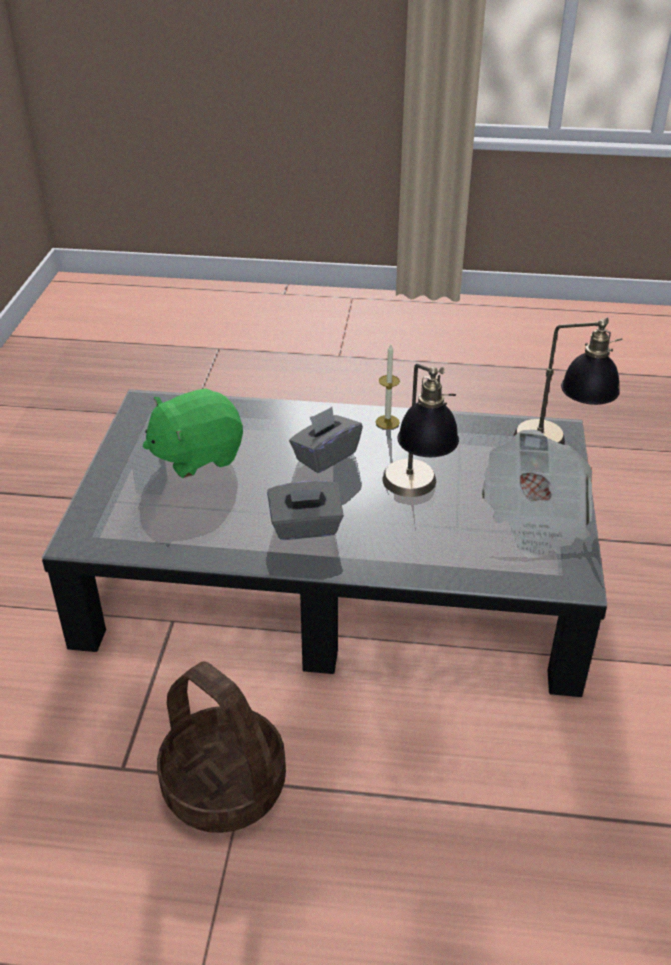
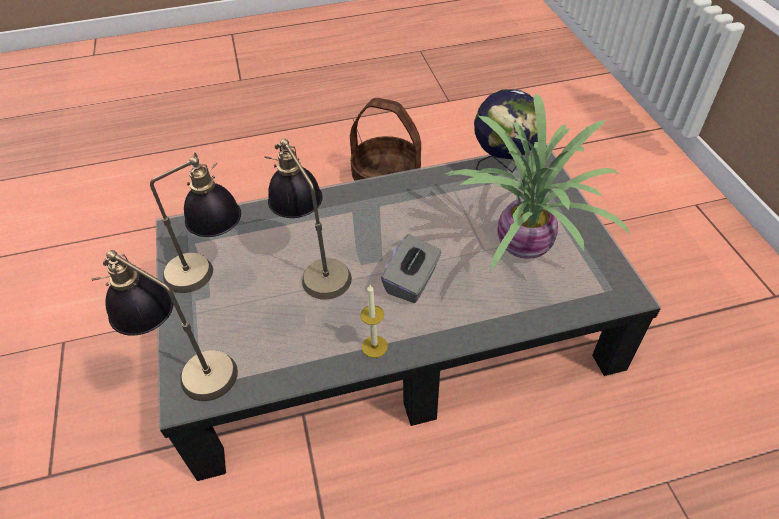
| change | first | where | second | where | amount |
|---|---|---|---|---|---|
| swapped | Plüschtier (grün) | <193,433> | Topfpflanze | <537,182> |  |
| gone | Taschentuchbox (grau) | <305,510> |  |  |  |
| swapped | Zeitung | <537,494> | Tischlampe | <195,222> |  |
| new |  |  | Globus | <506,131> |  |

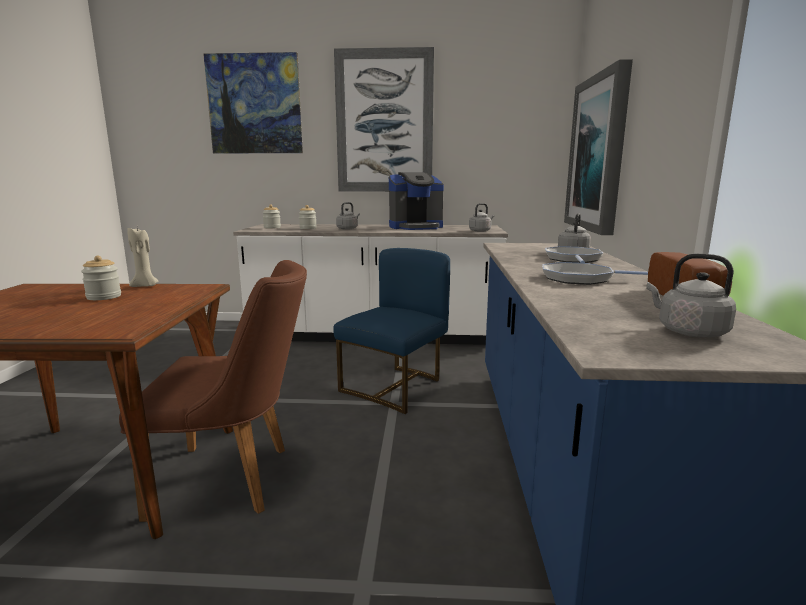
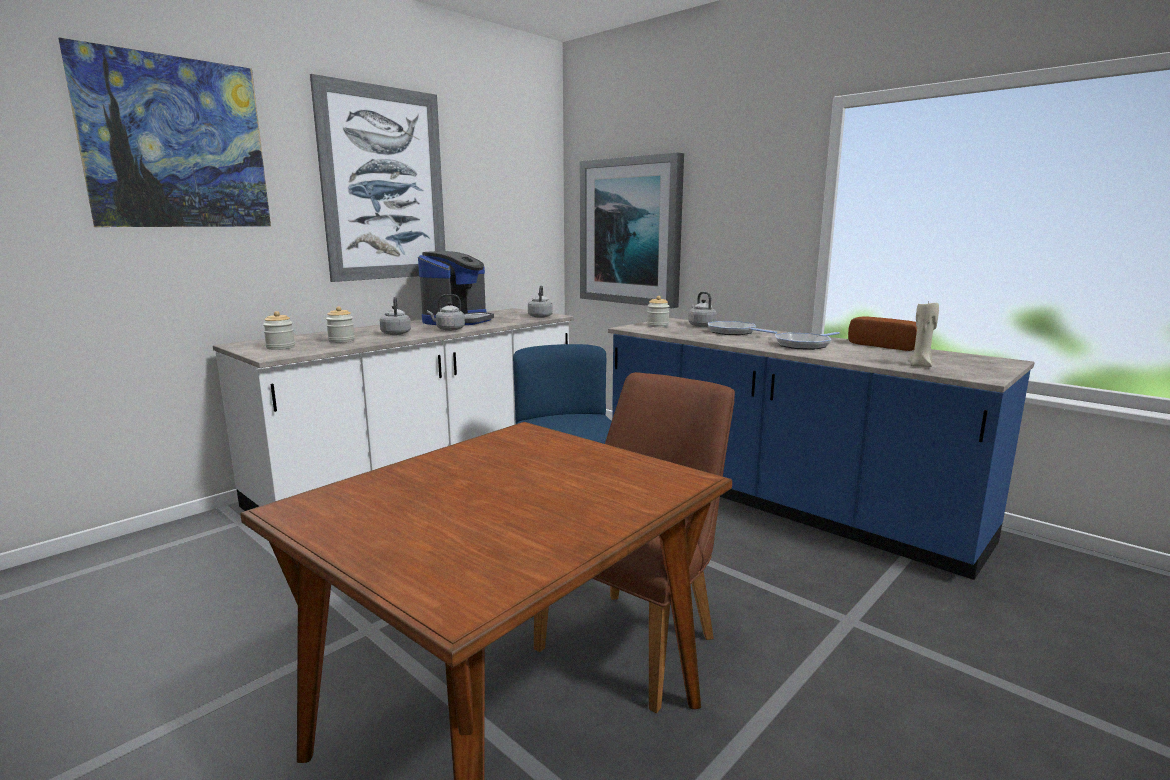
| change | first | where | second | where | amount |
|---|---|---|---|---|---|
| shifted | Vorratsglas | <101,278> |  | <658,311> |  |
| shifted | Kerze (beige) | <142,257> |  | <923,334> |  |
| shifted | Wasserkessel (grau) | <691,295> |  | <446,312> |  |

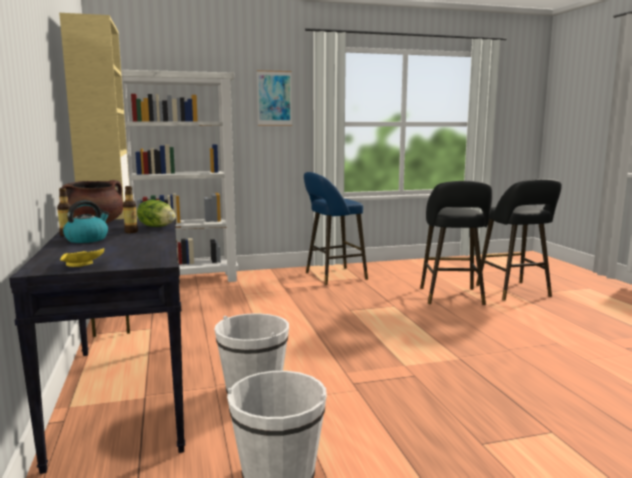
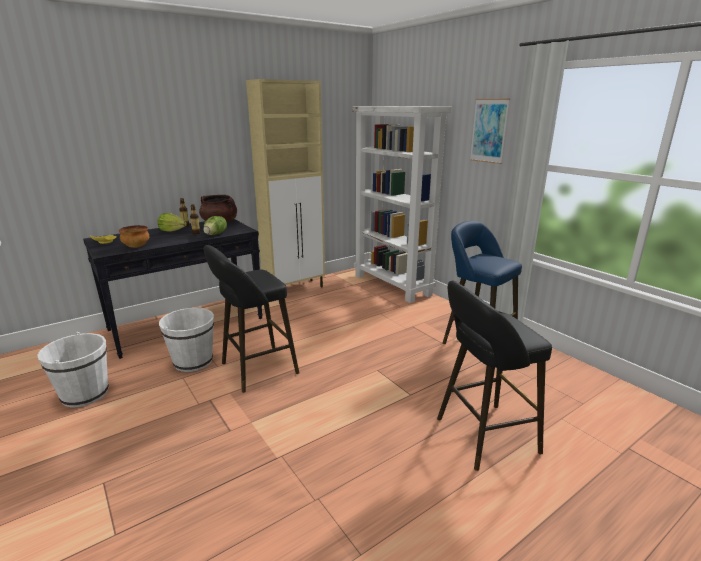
| change | first | where | second | where | amount |
|---|---|---|---|---|---|
| swapped | Wasserkessel | <86,221> | Salatkopf | <172,222> |  |
| shifted | Hocker (schwarz) | <519,240> |  | <251,319> |  |
| new |  |  | Schüssel | <134,236> |  |

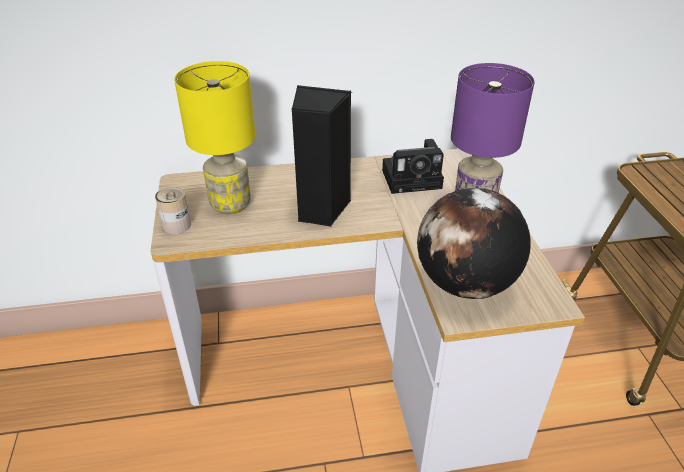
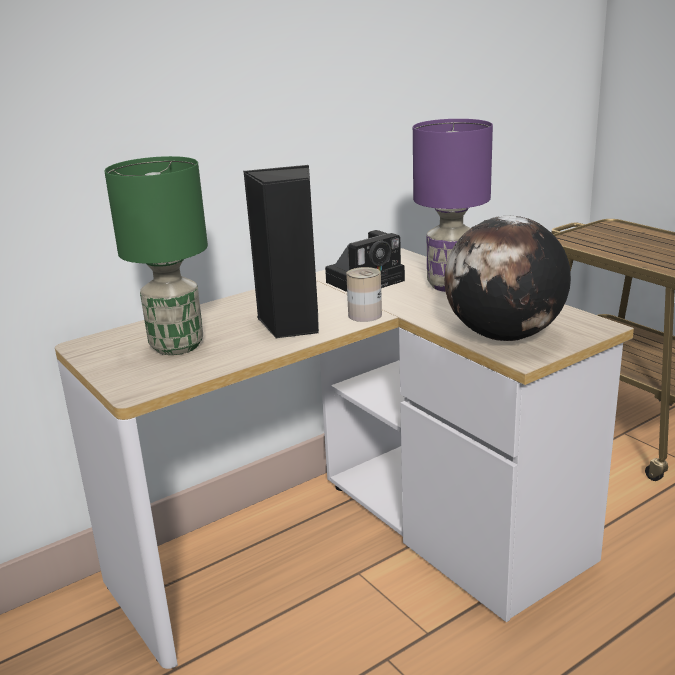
| change | first | where | second | where | amount |
|---|---|---|---|---|---|
| shifted | Dose | <173,210> |  | <364,294> |  |
| repainted | Tischlampe (gelb) | <215,137> | Tischlampe (grün) | <156,255> |  |

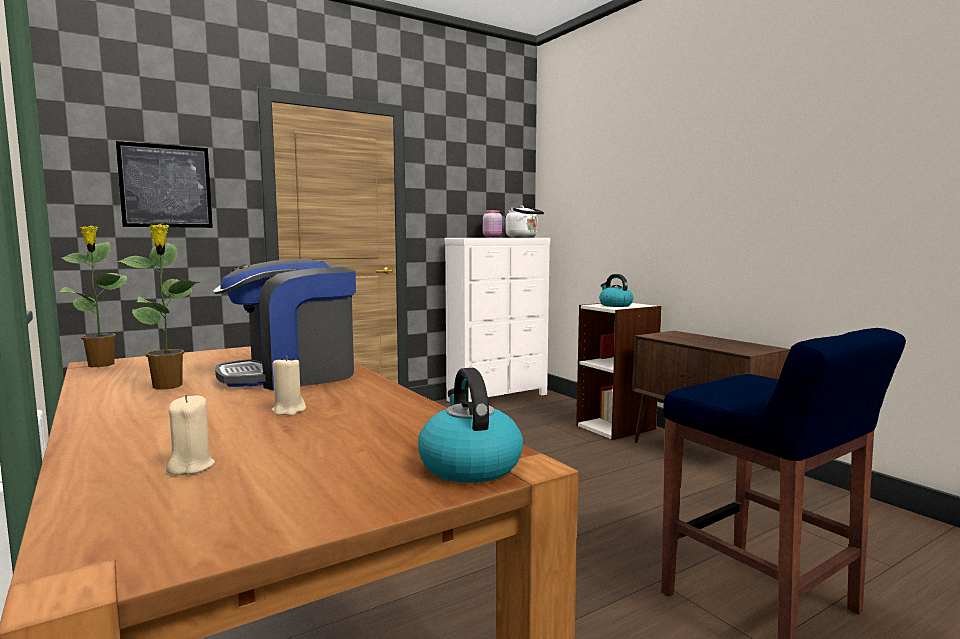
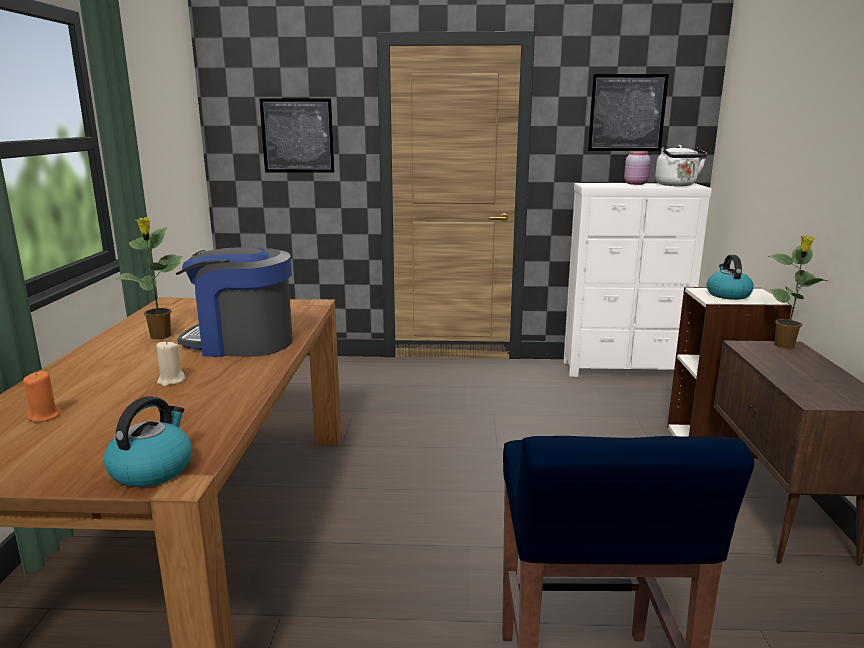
| change | first | where | second | where | amount |
|---|---|---|---|---|---|
| shifted | Topfpflanze | <92,296> |  | <798,292> |  |
| repainted | Kerze (beige) | <190,435> | Kerze (orange) | <42,396> |  |
| new |  |  | Bild | <628,112> |  |

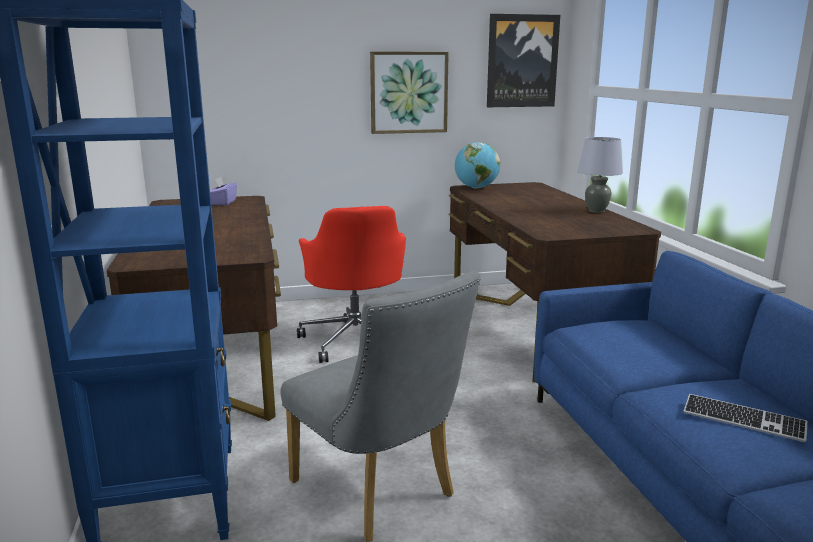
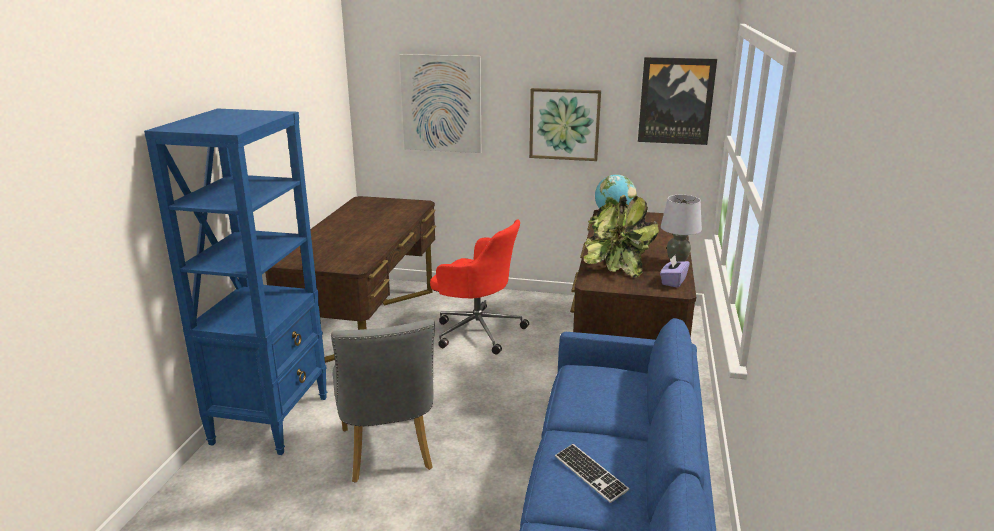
| change | first | where | second | where | amount |
|---|---|---|---|---|---|
| shifted | Taschentuchbox (lila) | <223,191> |  | <675,271> |  |
| rotated | Bürostuhl (rot) | <351,284> |  | <479,286> | 75 degrees counterclockwise |
| new |  |  | Bild | <440,103> |  |
| new |  |  | Topfpflanze | <621,236> |  |

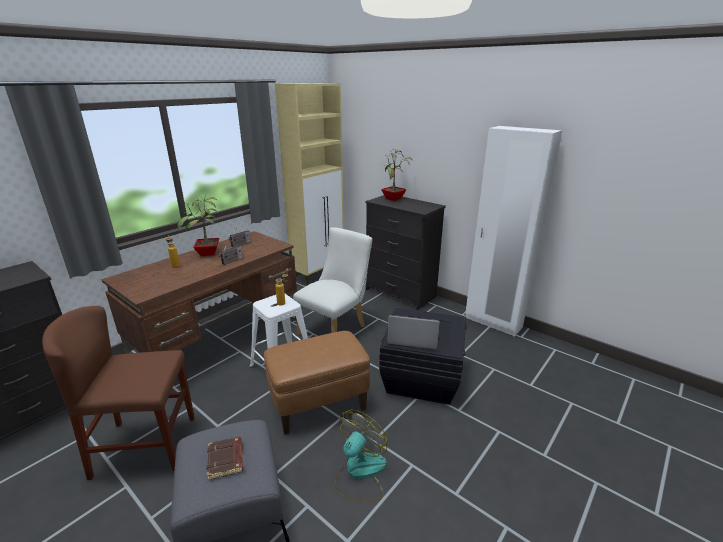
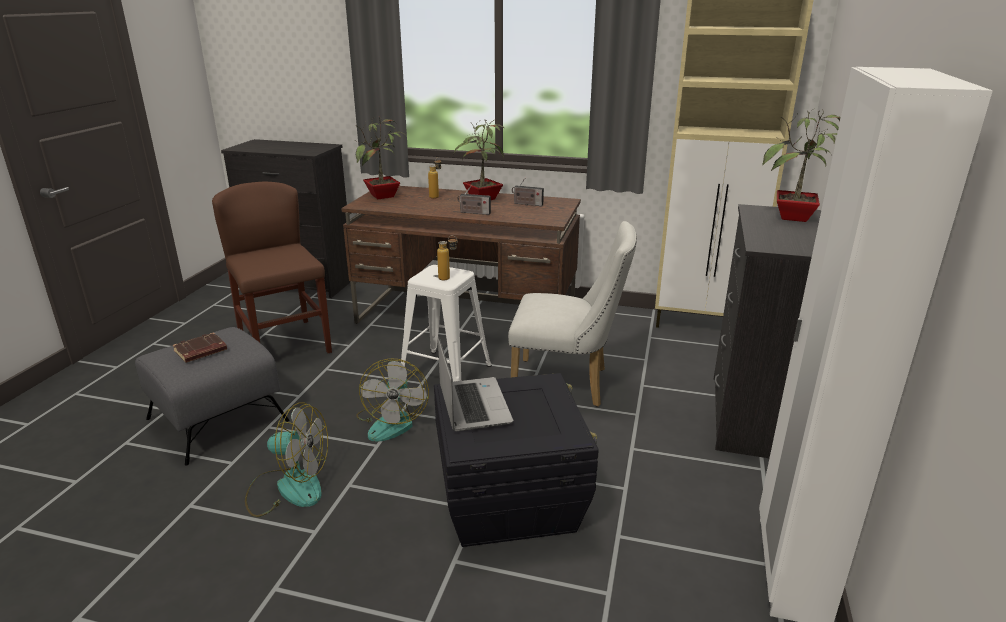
| change | first | where | second | where | amount |
|---|---|---|---|---|---|
| swapped | Polsterhocker (braun) | <317,383> | Ventilator | <392,400> |  |
| new |  |  | Topfpflanze | <380,158> |  |

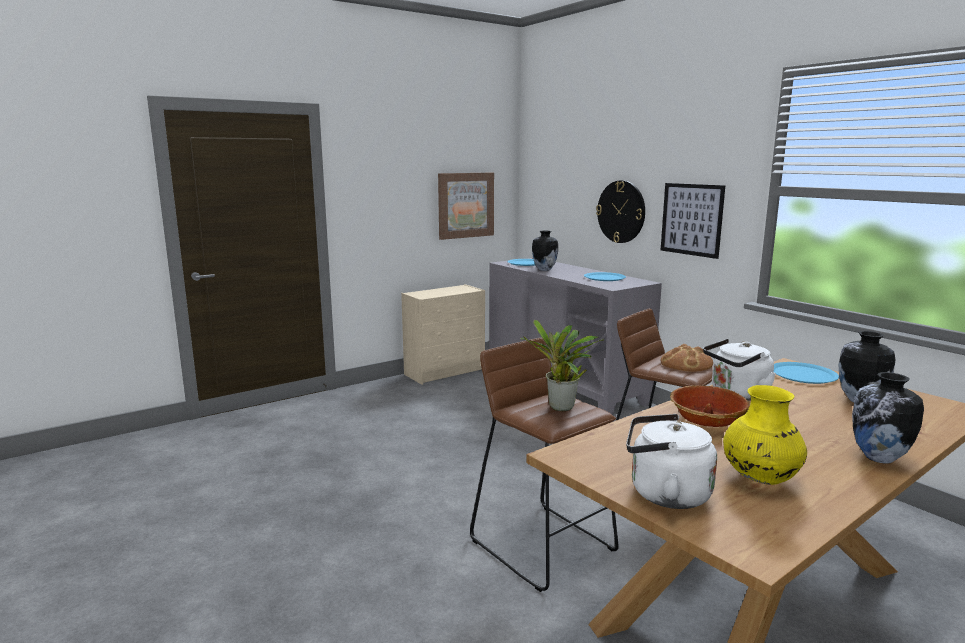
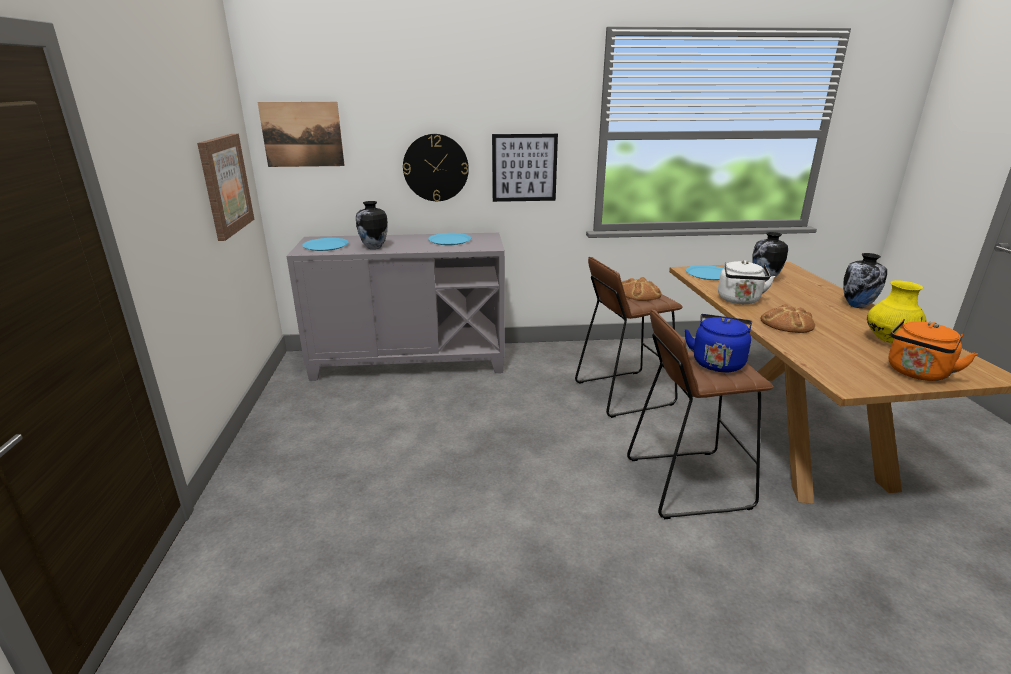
| change | first | where | second | where | amount |
|---|---|---|---|---|---|
| gone | Kommode (beige) | <443,334> |  |  |  |
| swapped | Topfpflanze | <562,365> | Wasserkessel (blau) | <718,343> |  |
| repainted | Wasserkessel (weiß) | <671,461> | Wasserkessel (orange) | <933,350> |  |
| swapped | Schüssel | <710,406> | Brot | <788,318> |  |
| new |  |  | Bild | <301,134> |  |

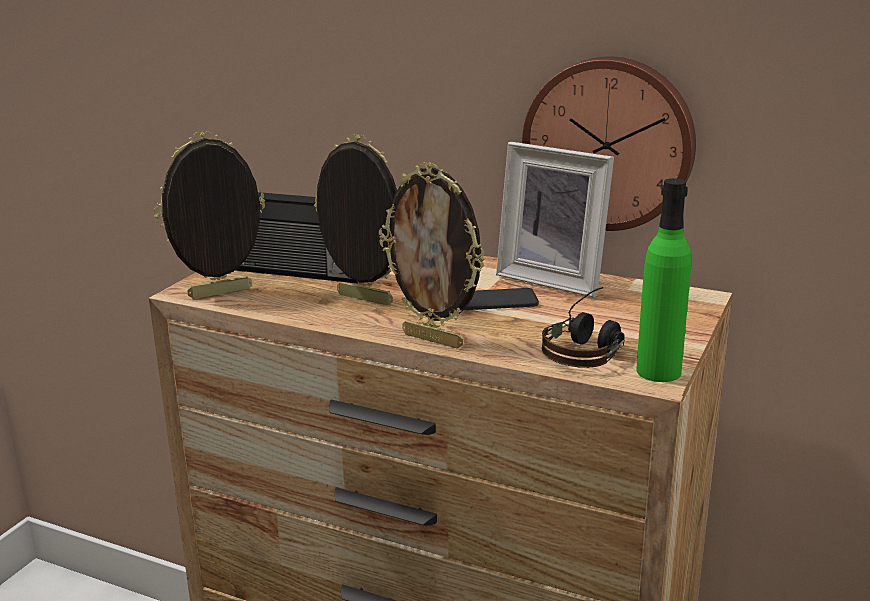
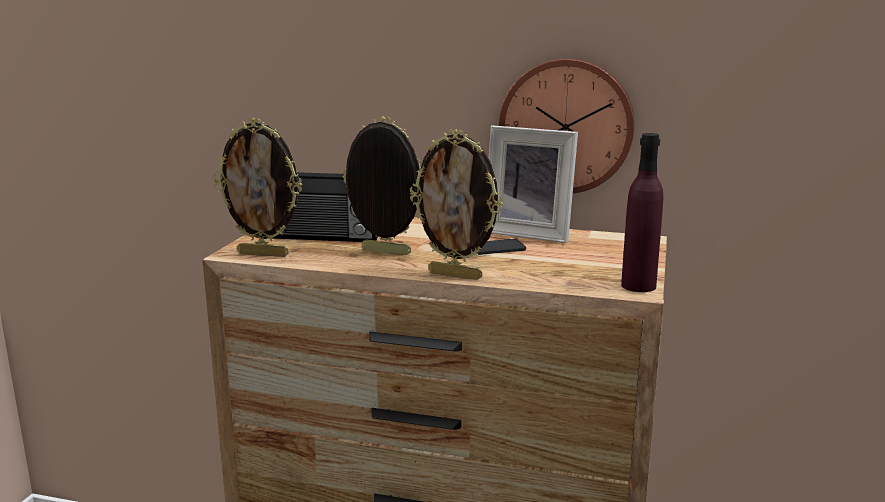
| change | first | where | second | where | amount |
|---|---|---|---|---|---|
| rotated | Bilderrahmen | <209,215> |  | <258,187> | 135 degrees counterclockwise |
| gone | Kopfhörer | <583,327> |  |  |  |
| repainted | Flasche (grün) | <663,280> | Flasche (lila) | <642,212> |  |

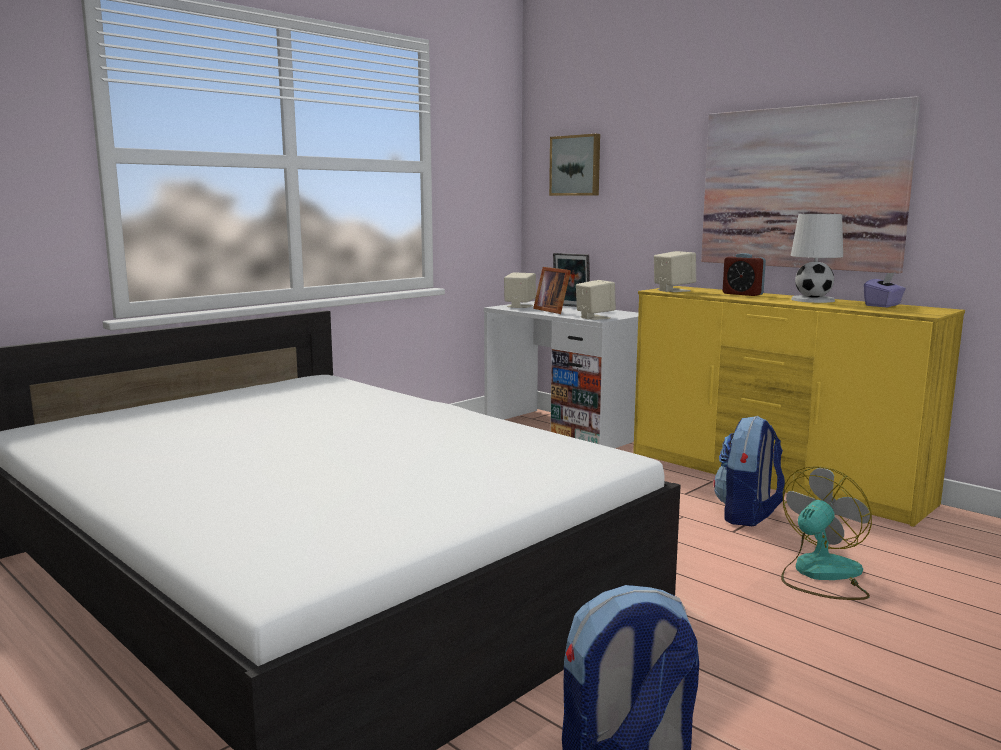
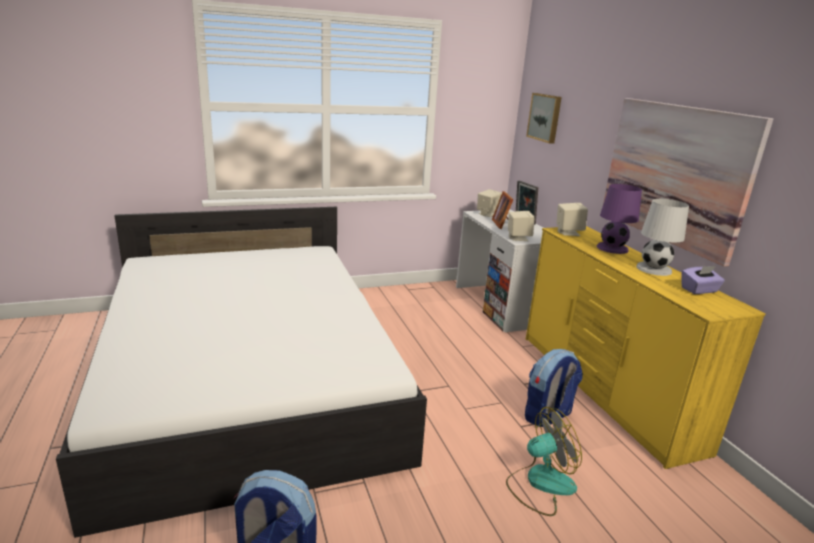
| change | first | where | second | where | amount |
|---|---|---|---|---|---|
| swapped | Wecker | <744,274> | Tischlampe (lila) | <619,219> |  |

